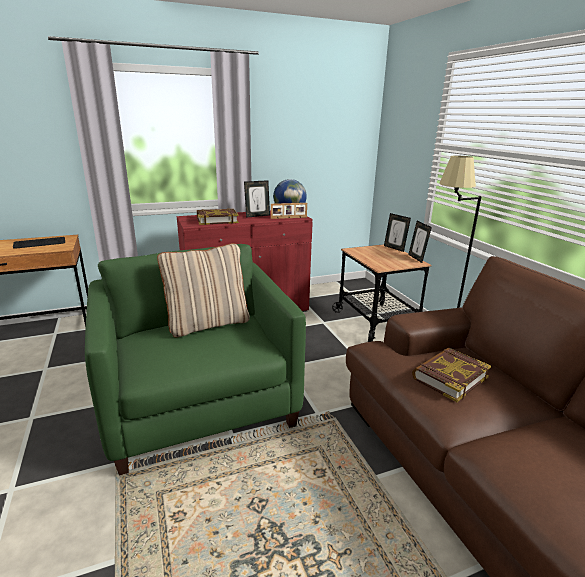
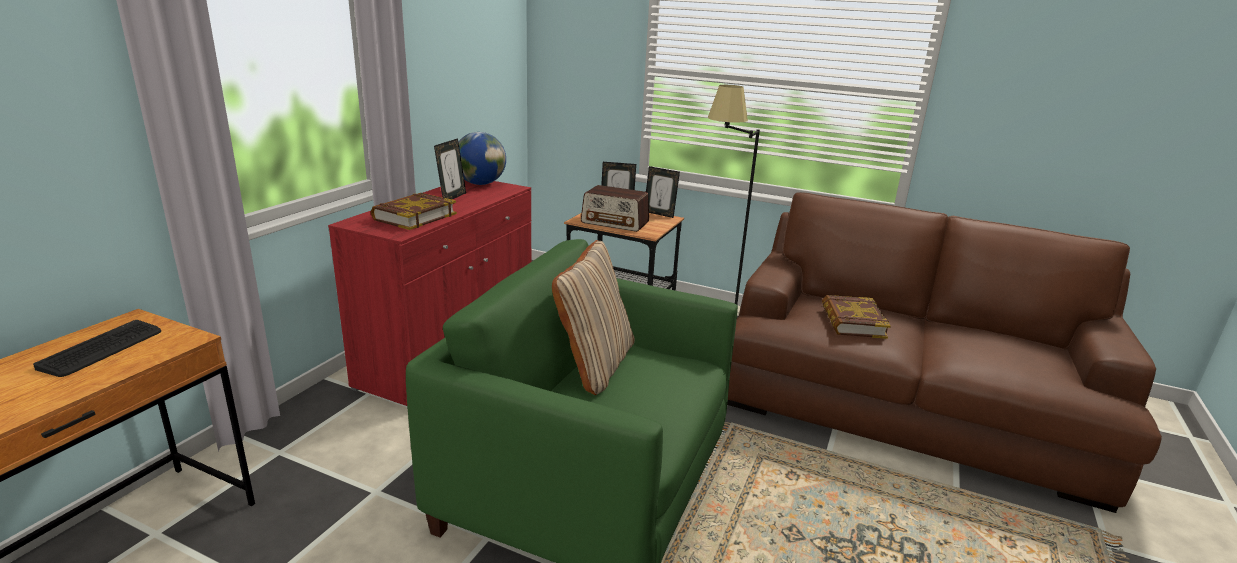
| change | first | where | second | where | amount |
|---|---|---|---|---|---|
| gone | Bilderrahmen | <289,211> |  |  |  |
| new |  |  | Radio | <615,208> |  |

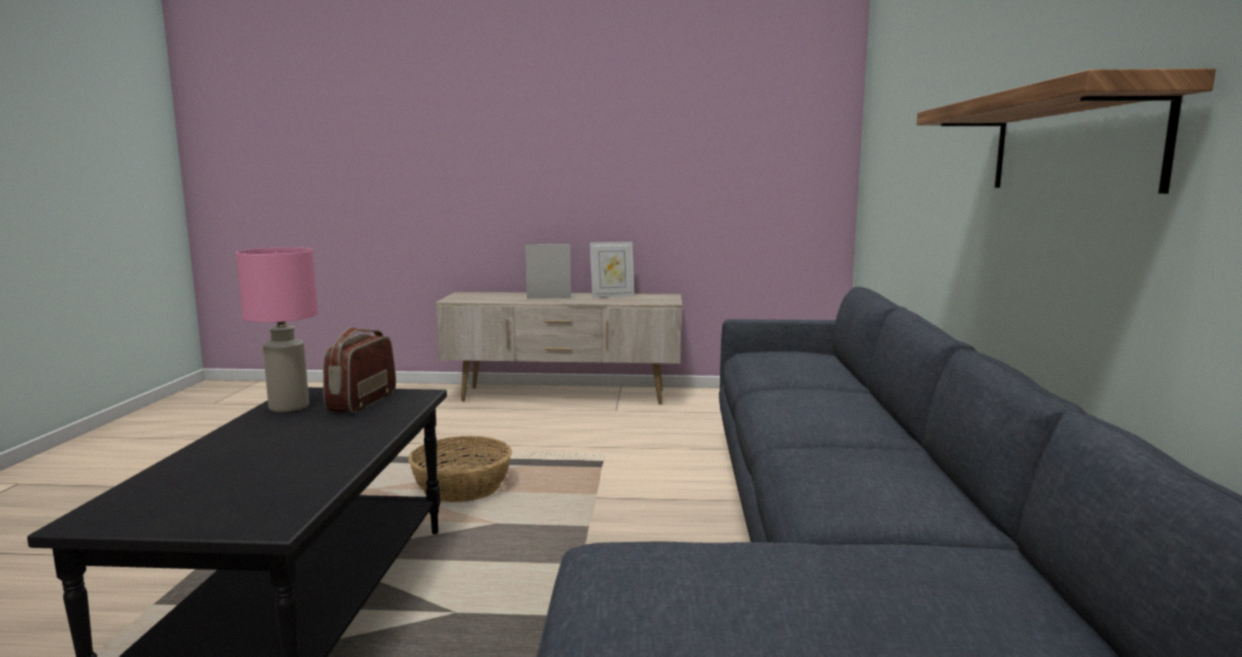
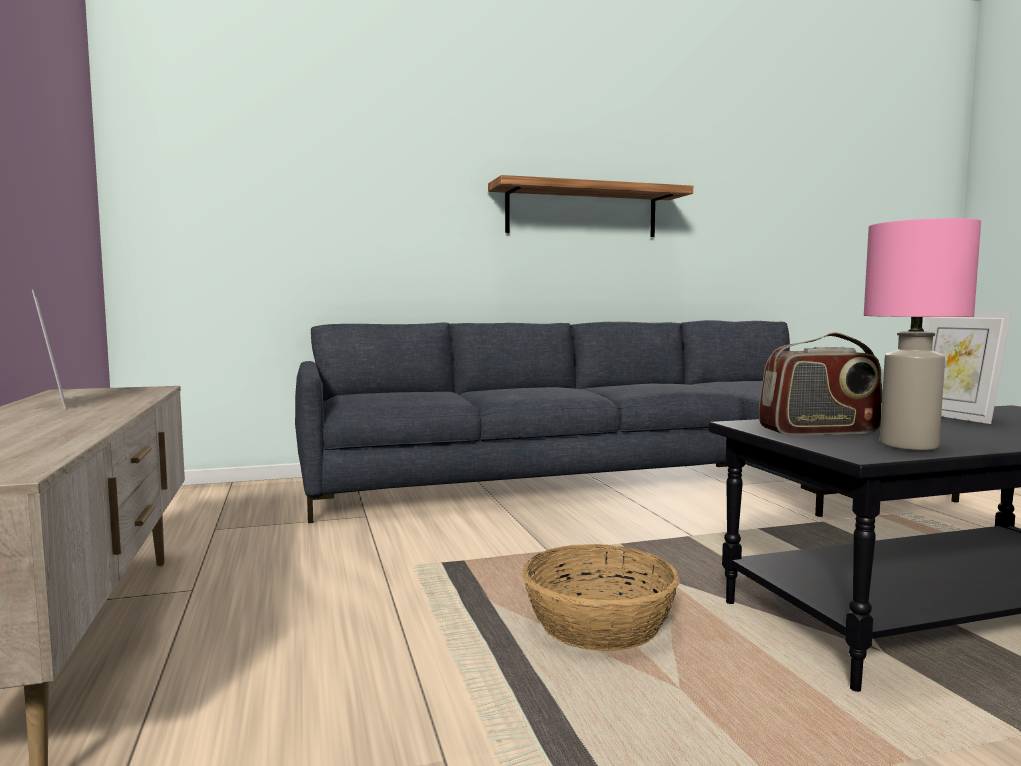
| change | first | where | second | where | amount |
|---|---|---|---|---|---|
| shifted | Bilderrahmen | <548,271> |  | <967,367> |  |

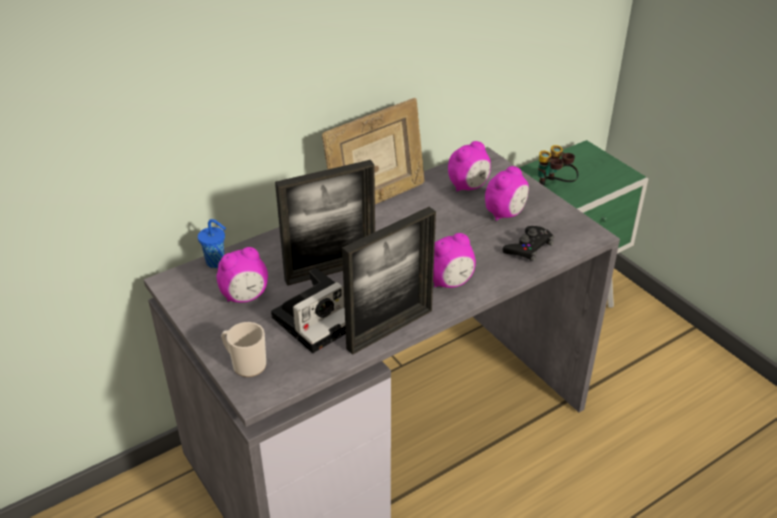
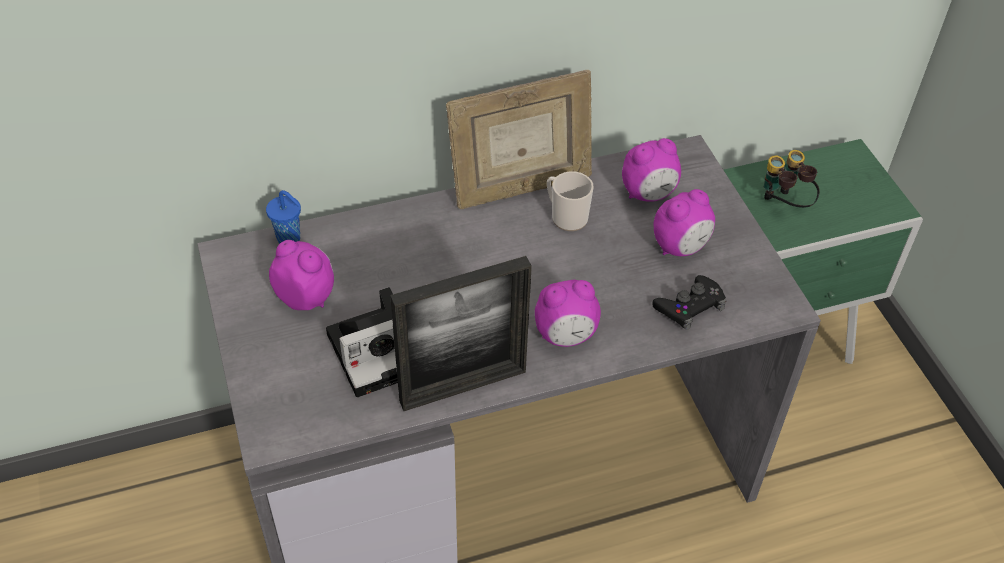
| change | first | where | second | where | amount |
|---|---|---|---|---|---|
| rotated | Wecker | <242,274> |  | <301,275> | 135 degrees counterclockwise |
| shifted | Henkelbecher | <243,349> |  | <570,201> |  |
| gone | Bilderrahmen | <325,223> |  |  |  |

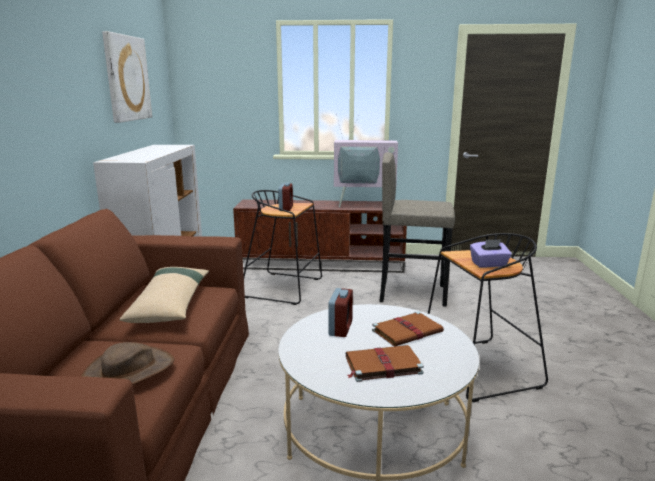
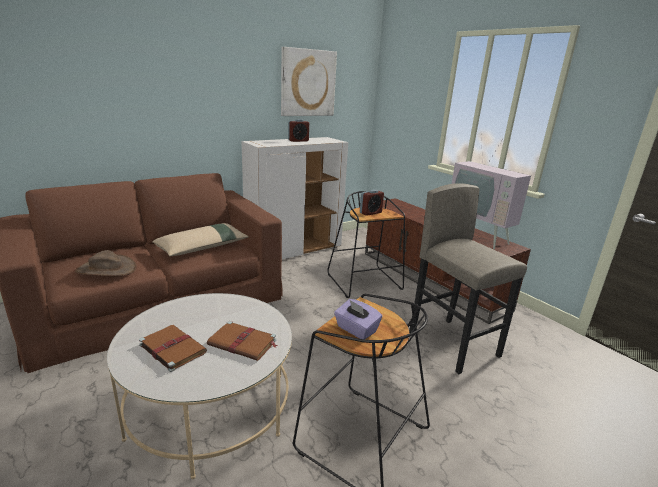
| change | first | where | second | where | amount |
|---|---|---|---|---|---|
| shifted | Wecker | <340,312> |  | <298,130> |  |

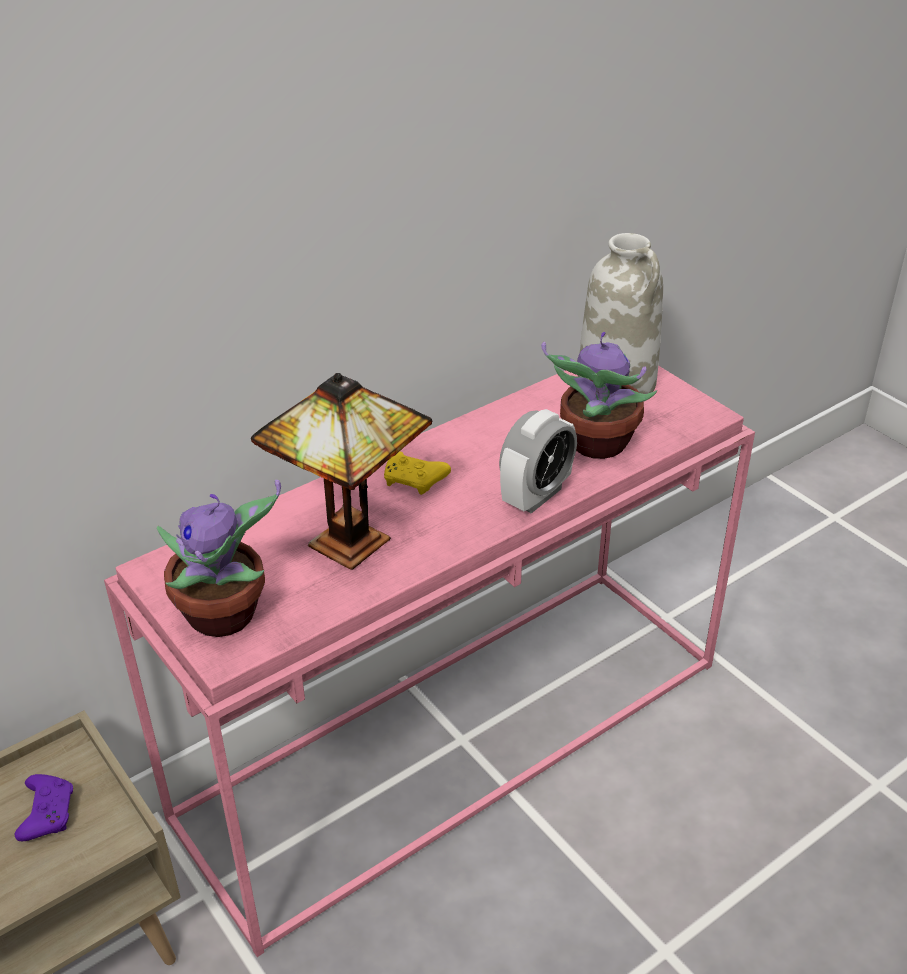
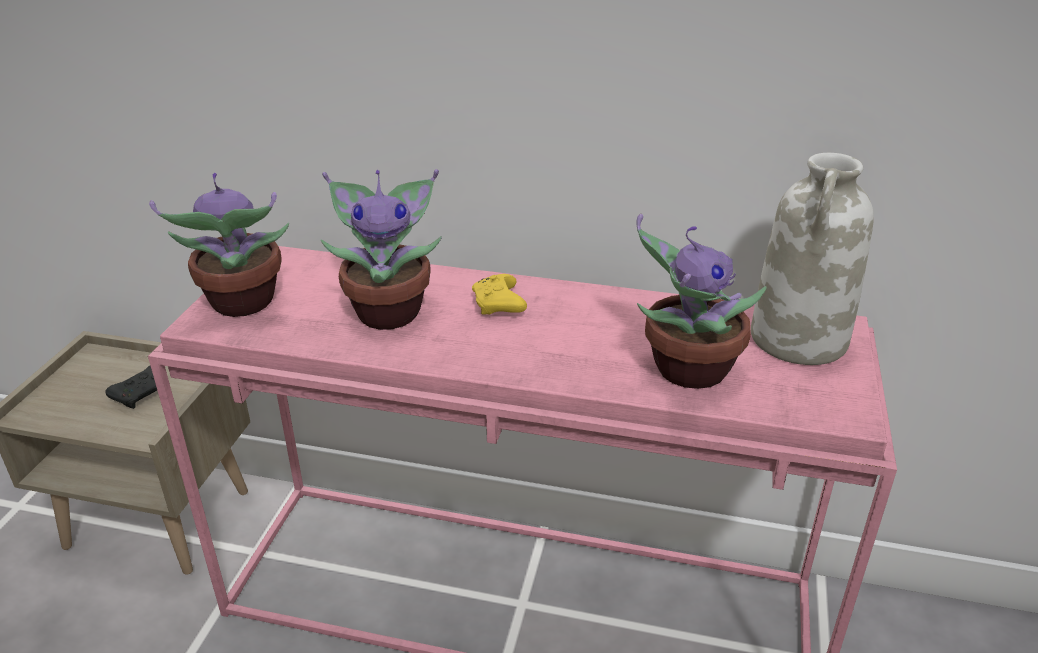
| change | first | where | second | where | amount |
|---|---|---|---|---|---|
| repainted | Gamepad (lila) | <43,807> | Gamepad (schwarz) | <131,387> |  |
| swapped | Tischlampe | <341,471> | Topfpflanze | <381,249> |  |
| gone | Wecker | <538,461> |  |  |  |

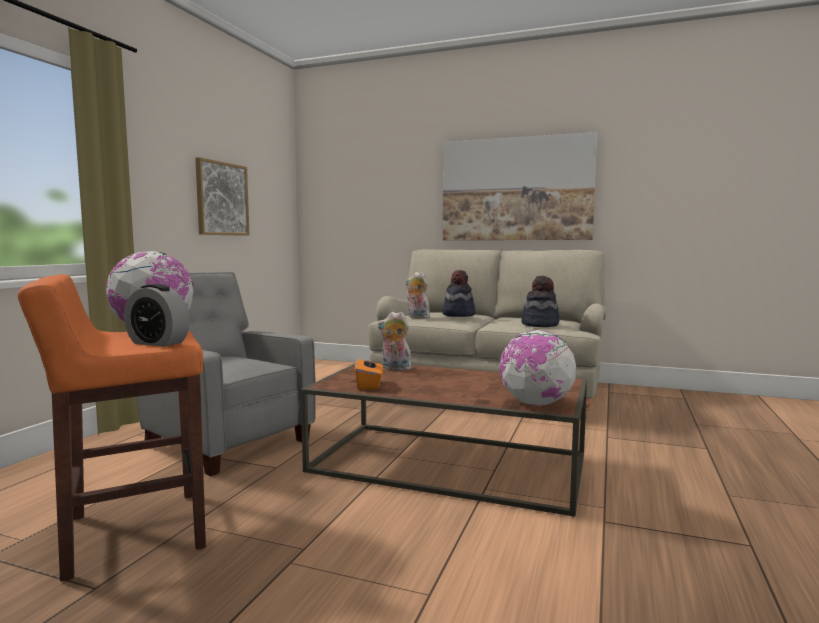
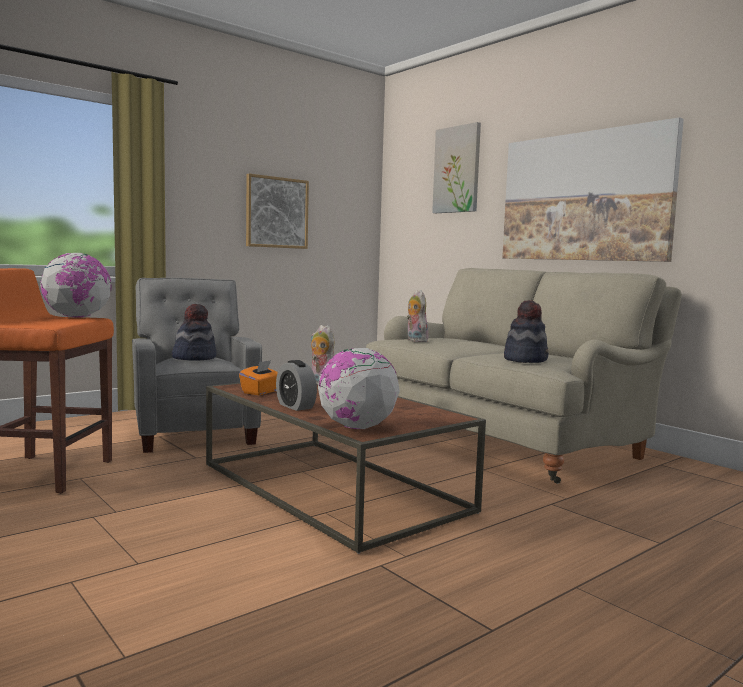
| change | first | where | second | where | amount |
|---|---|---|---|---|---|
| shifted | Wecker | <157,315> |  | <296,385> |  |
| shifted | Hut | <459,293> |  | <194,332> |  |
| new |  |  | Bild | <456,167> |  |

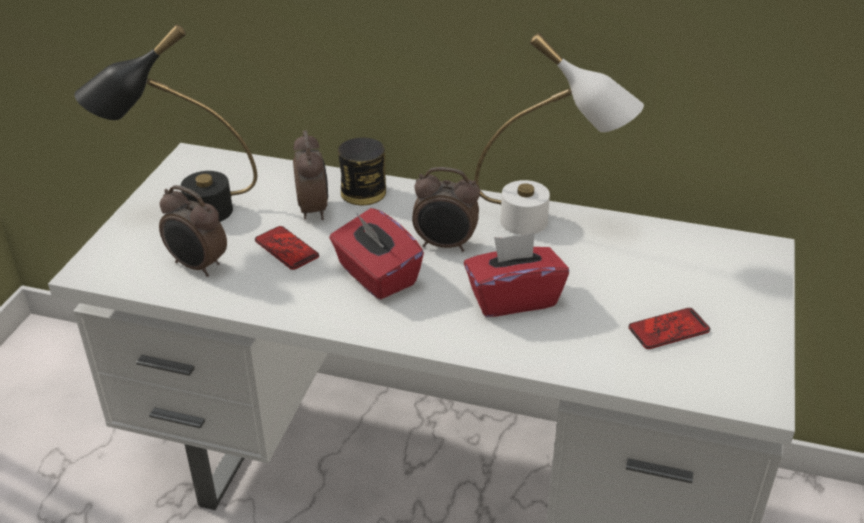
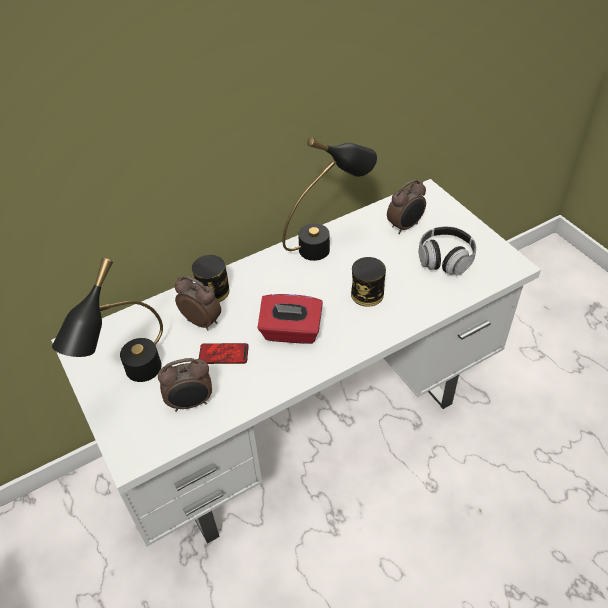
| change | first | where | second | where | amount |
|---|---|---|---|---|---|
| shifted | Wecker | <446,209> |  | <406,206> |  |
| swapped | Taschentuchbox (rot) | <516,275> | Dose | <368,282> |  |
| repainted | Tischlampe (weiß) | <559,134> | Tischlampe (schwarz) | <329,199> |  |
| swapped | Handy | <669,328> | Kopfhörer | <448,250> |  |

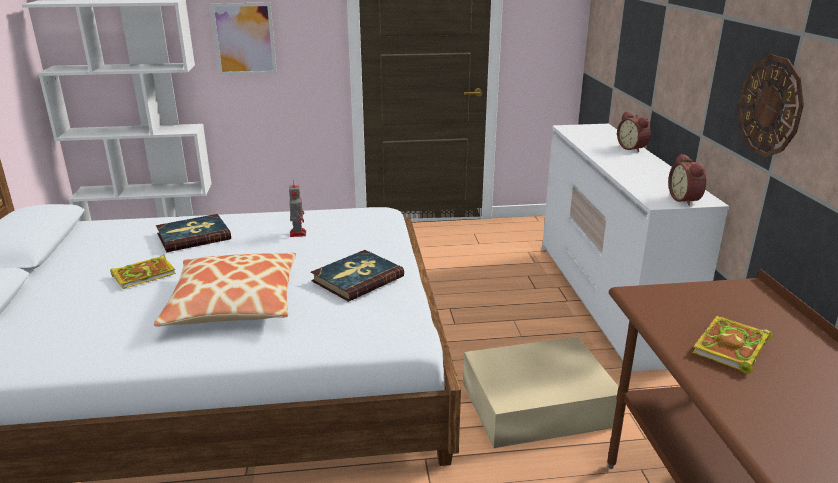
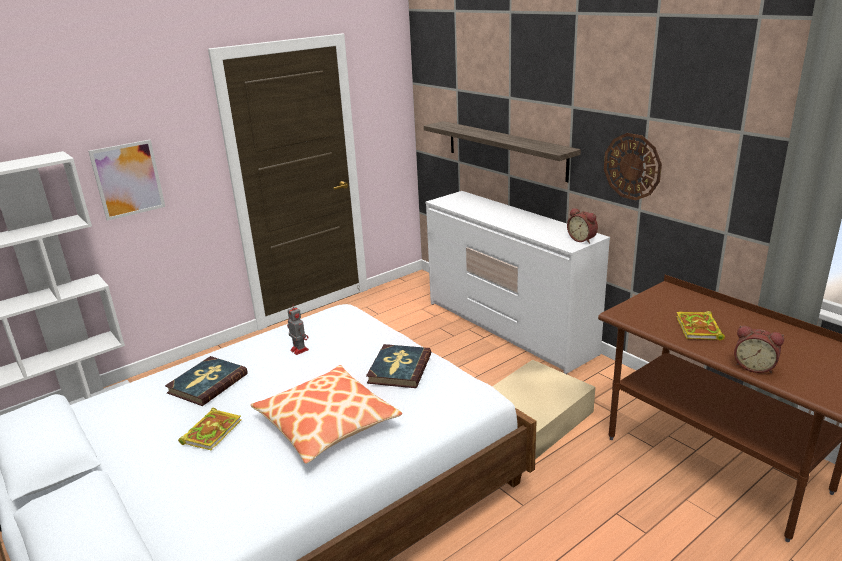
| change | first | where | second | where | amount |
|---|---|---|---|---|---|
| shifted | Wecker | <634,131> |  | <759,349> |  |
| new |  |  | Wandregal | <502,151> |  |

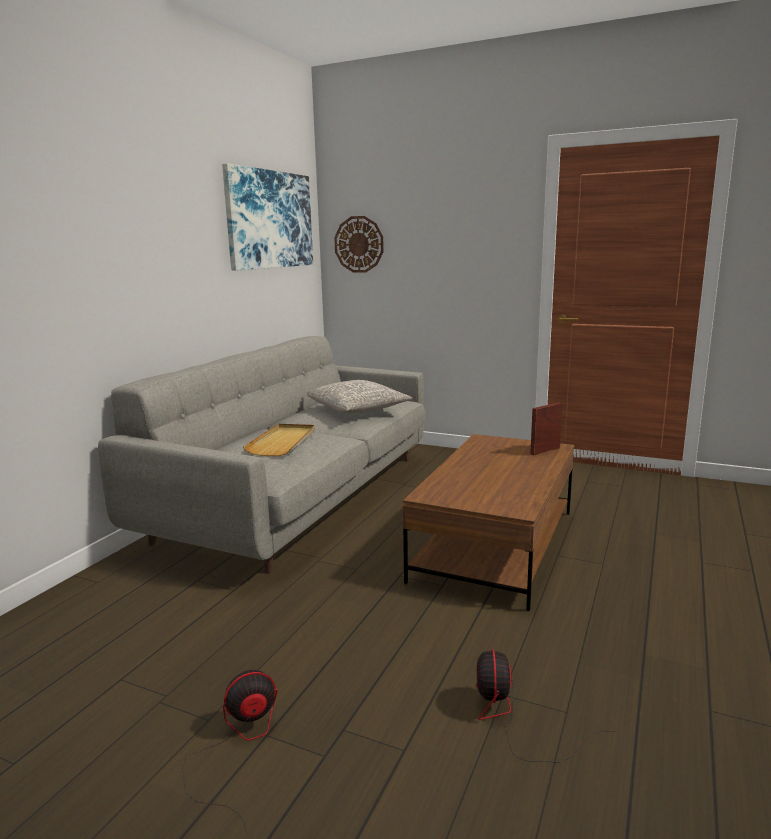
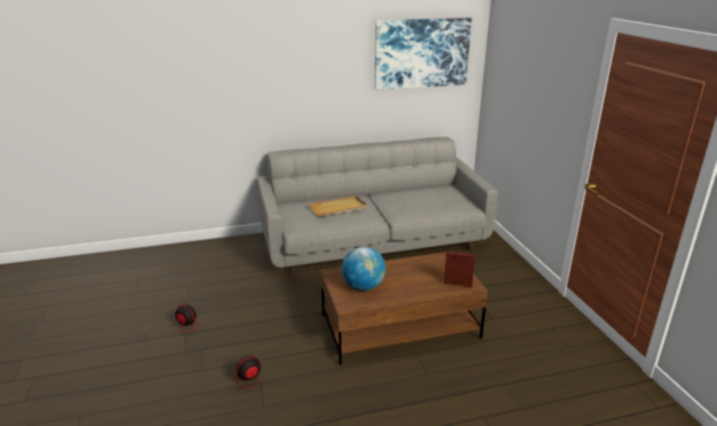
| change | first | where | second | where | amount |
|---|---|---|---|---|---|
| gone | Kissen (grau) | <360,397> |  |  |  |
| gone | Wanduhr | <359,244> |  |  |  |
| new |  |  | Globus | <364,269> |  |

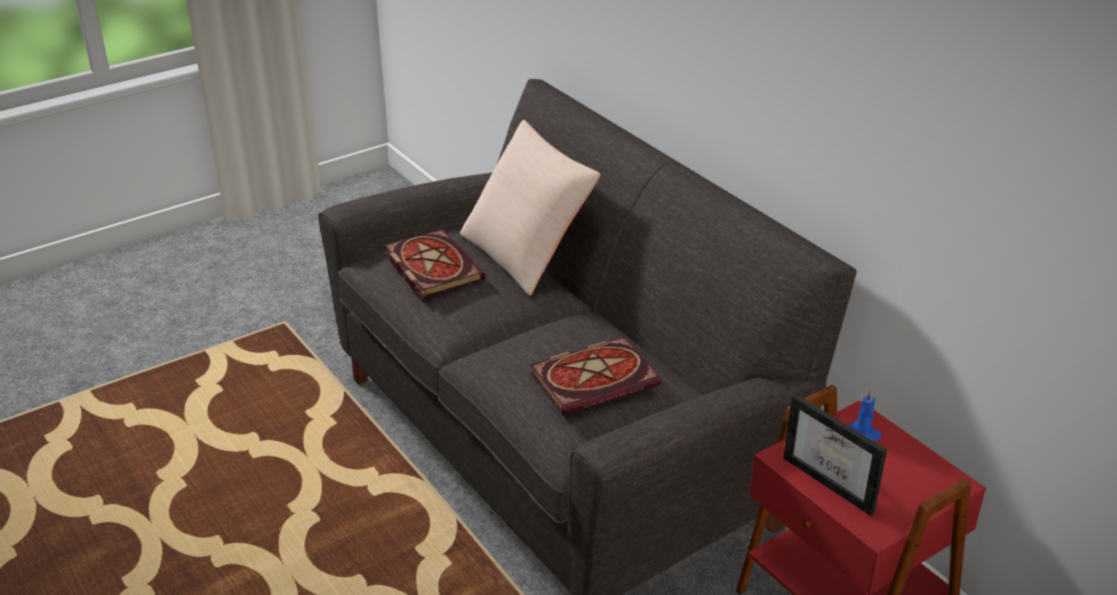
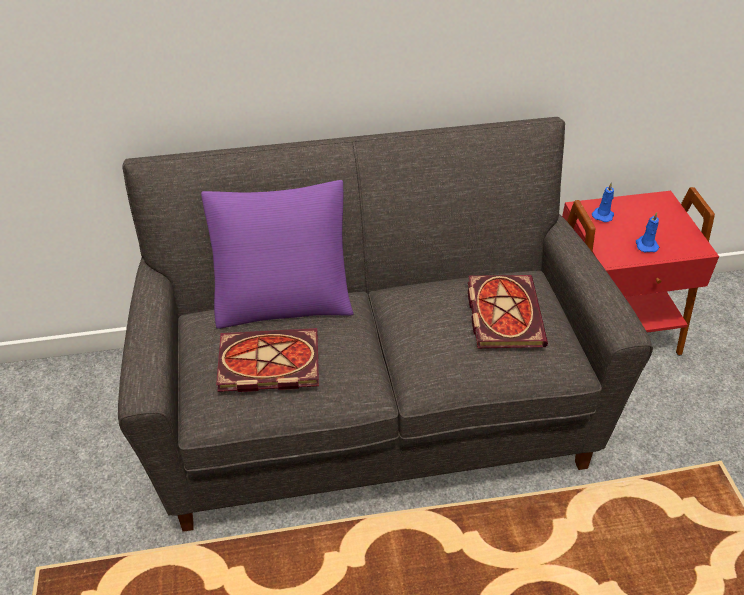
| change | first | where | second | where | amount |
|---|---|---|---|---|---|
| repainted | Kissen (beige) | <530,208> | Kissen (lila) | <277,254> |  |
| swapped | Bilderrahmen | <835,455> | Kerze (blau) | <647,232> |  |

